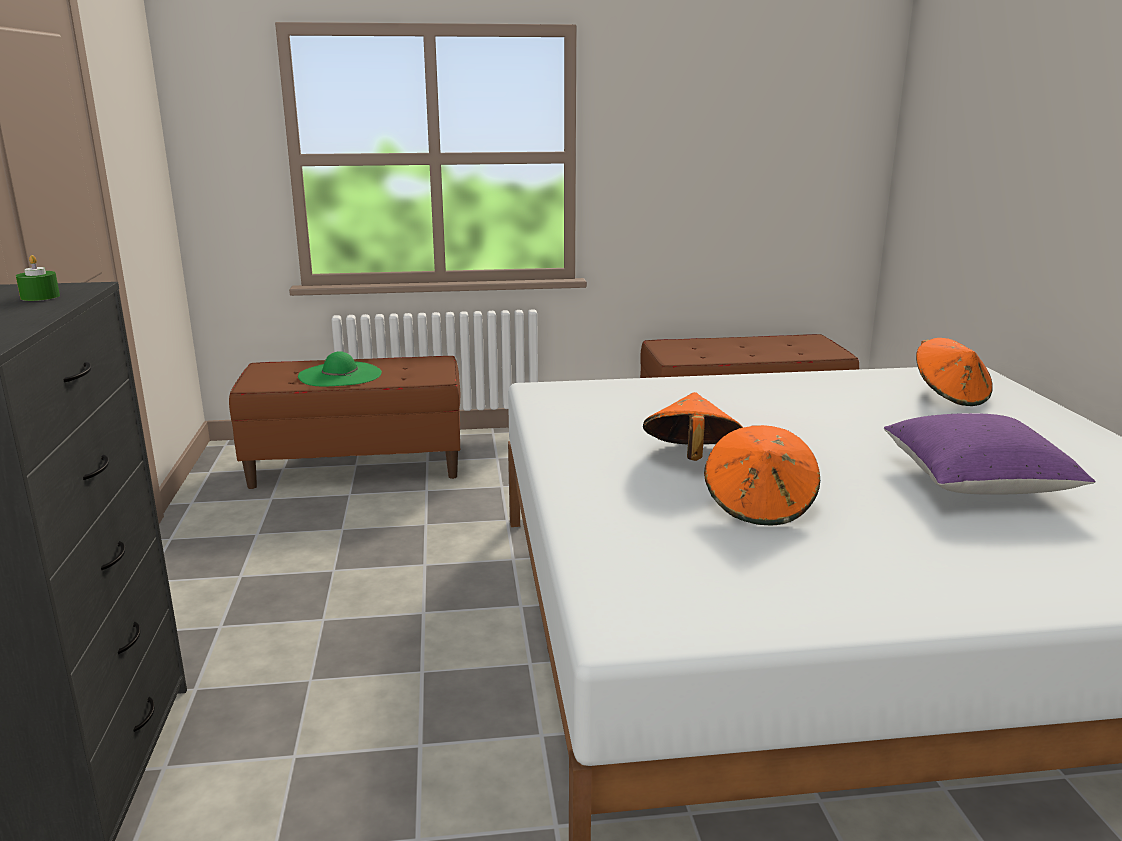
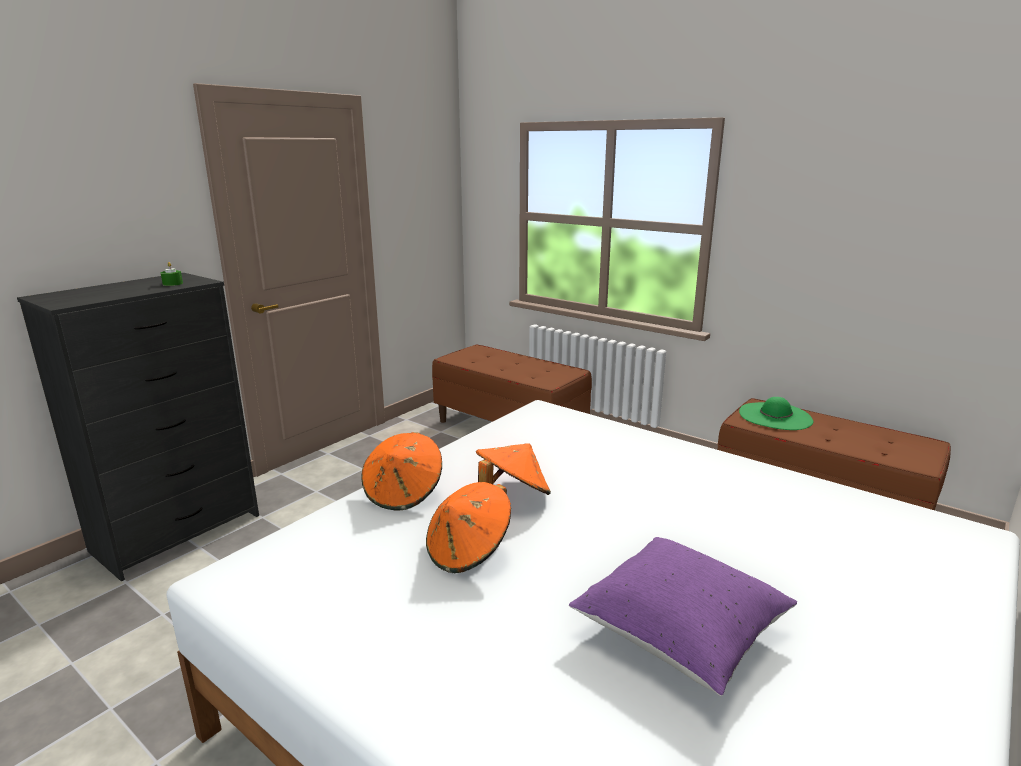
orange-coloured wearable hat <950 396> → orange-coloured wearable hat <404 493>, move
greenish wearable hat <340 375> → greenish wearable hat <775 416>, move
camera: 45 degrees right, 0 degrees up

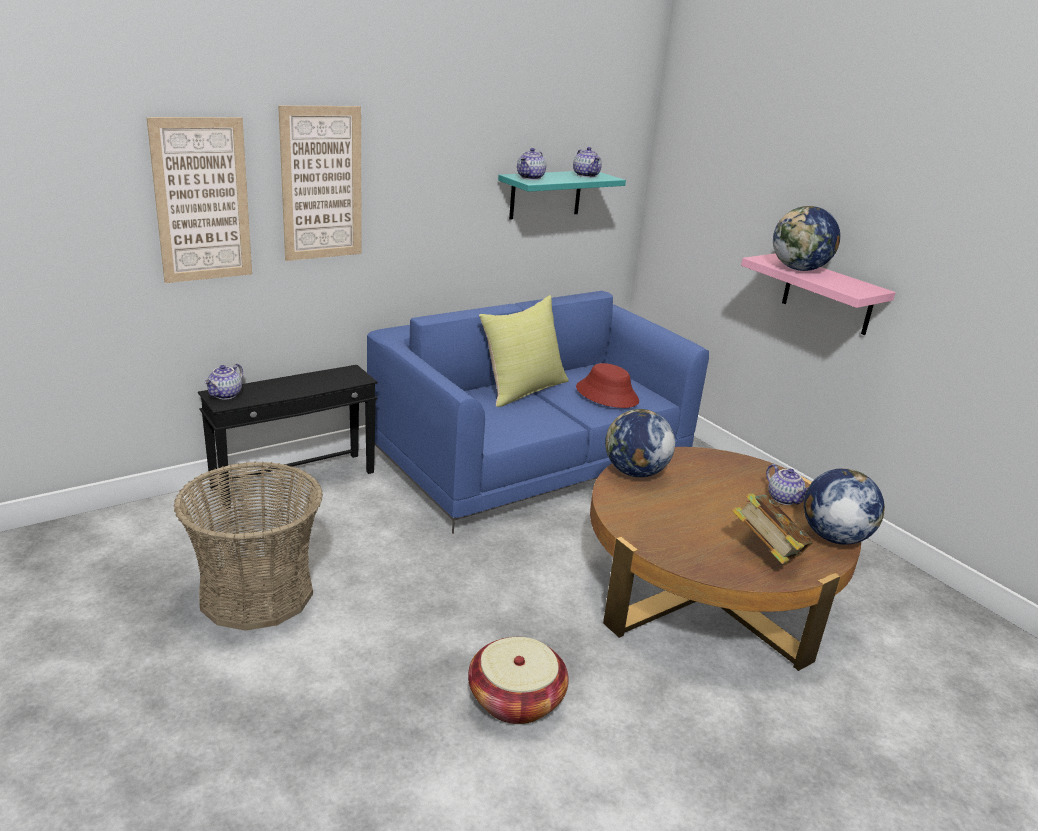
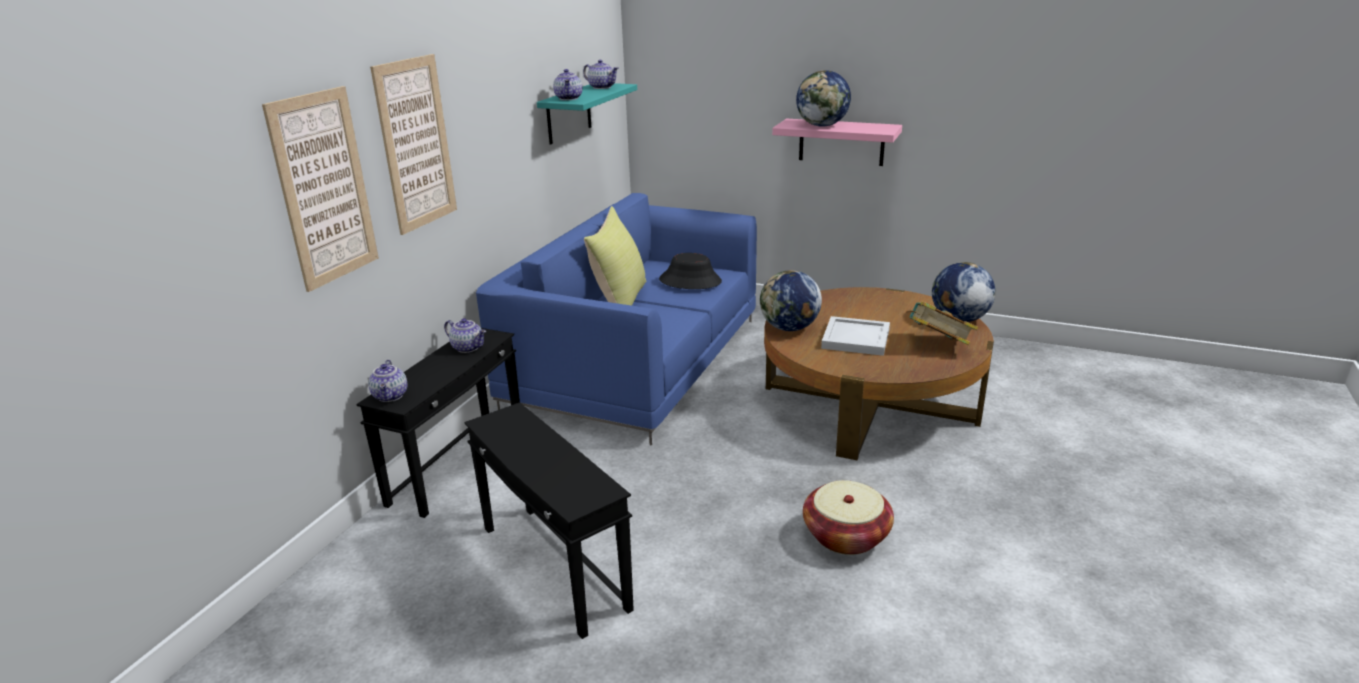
reddish wearable hat <607 394> → blackish wearable hat <690 281>
household basket <257 593> → blackish end table <552 568>
teapot <784 499> → teapot <468 348>, move
- → white tray <854 339>
camera: 30 degrees left, 0 degrees up

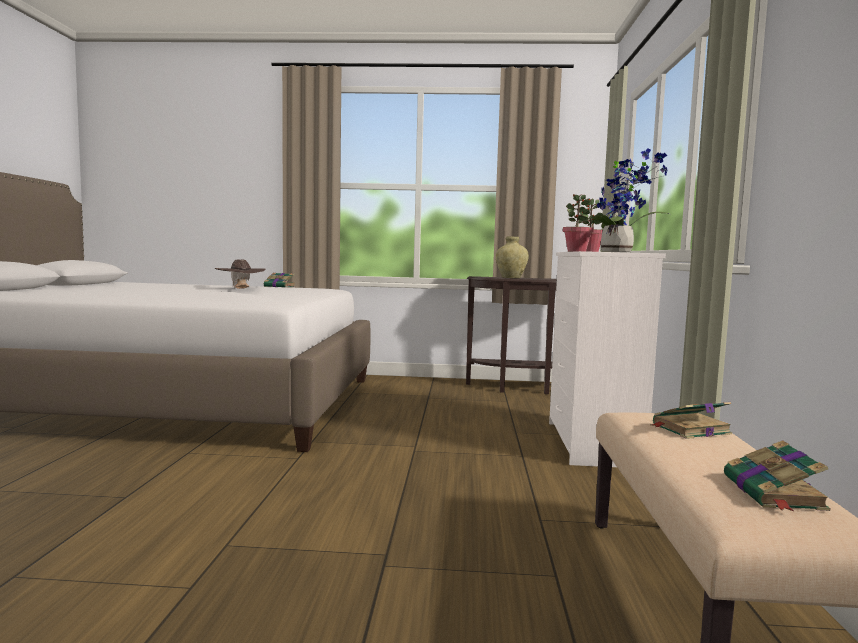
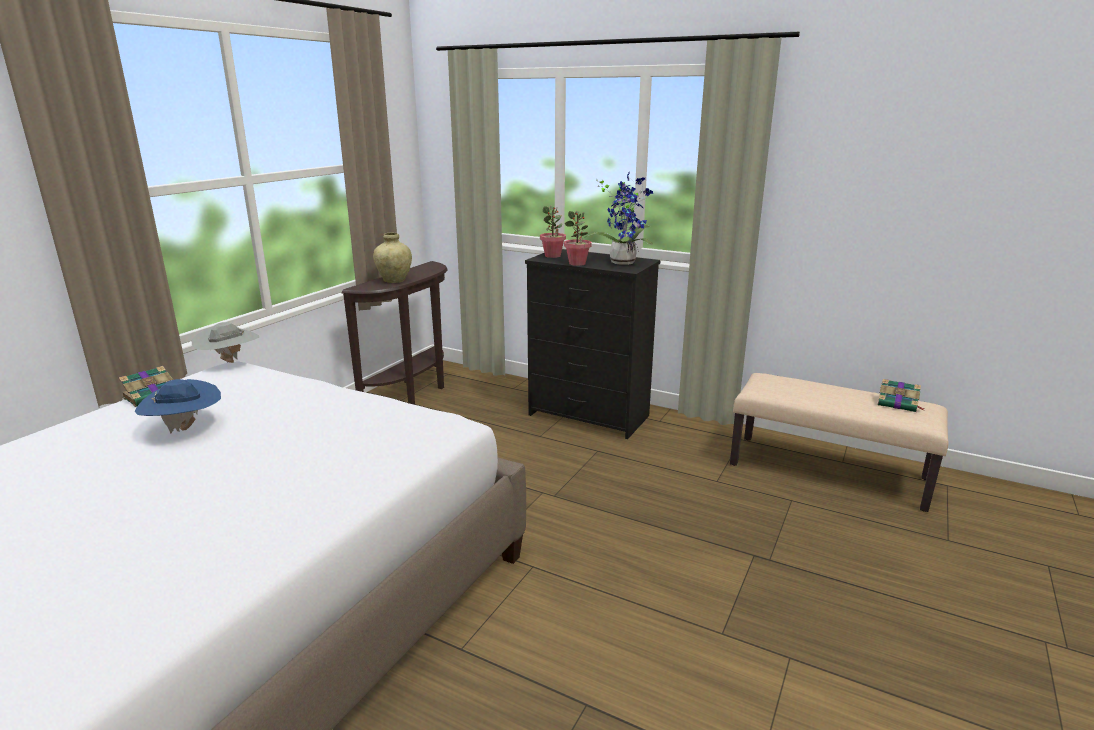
white chest of drawers <591 444> → blackish chest of drawers <589 416>
brown-coloured wearable hat <240 289> → blue wearable hat <185 429>
book <689 429> → -
- → grey wearable hat <230 363>
camera: 65 degrees left, 15 degrees up

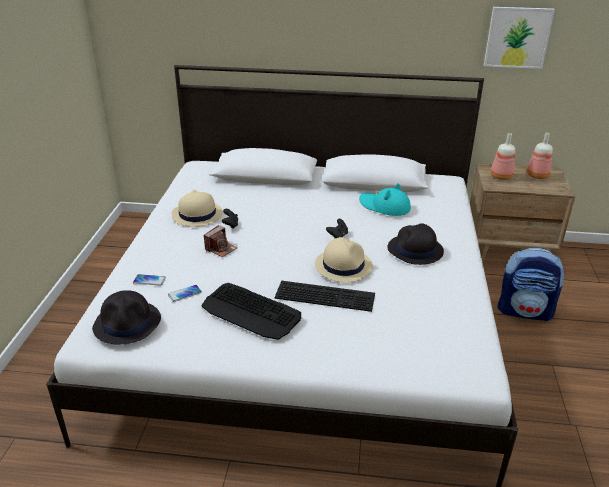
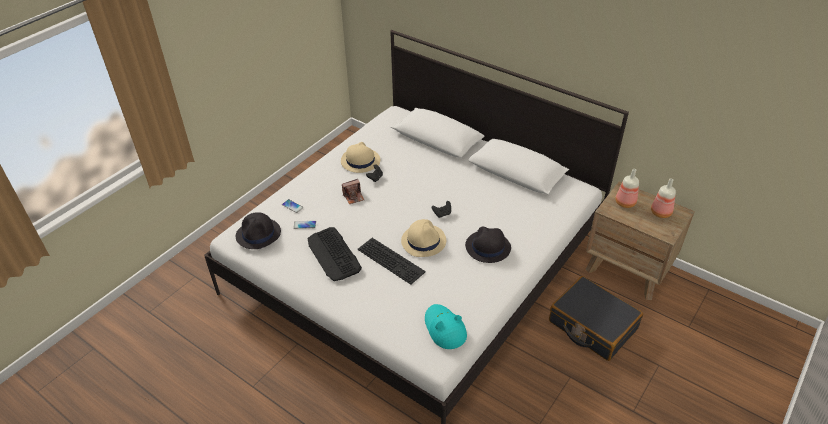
wall art <517 37> → -
turquoise wearable hat <384 206> → turquoise wearable hat <444 328>, move
rucksack <525 311> → blackish piece of luggage <592 325>
camera: 30 degrees right, 10 degrees up

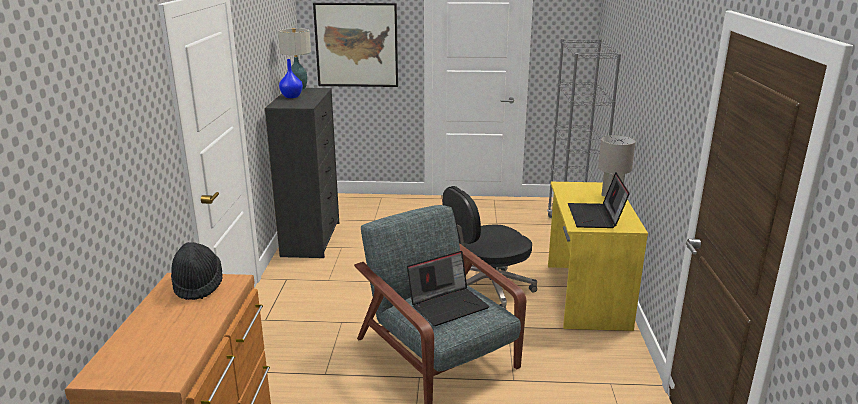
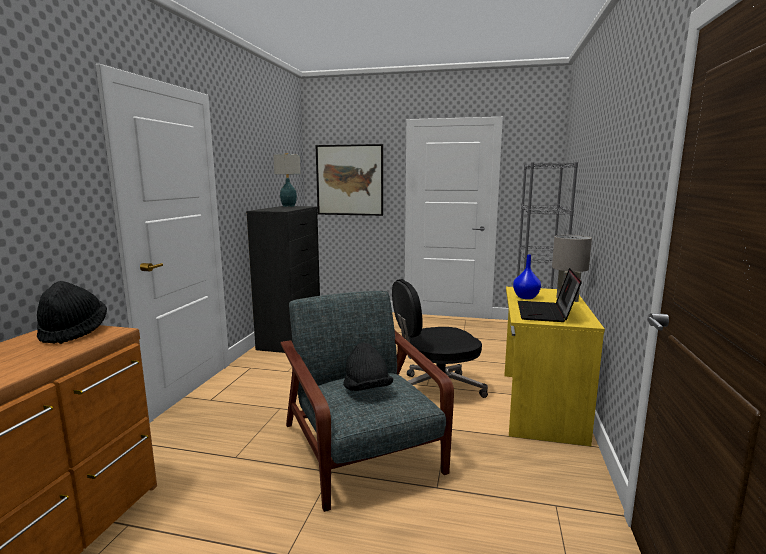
blue flower vase <292 97> → blue flower vase <526 297>, move
portable computer <448 305> → blackish wearable hat <367 390>
camera: 10 degrees right, 10 degrees down

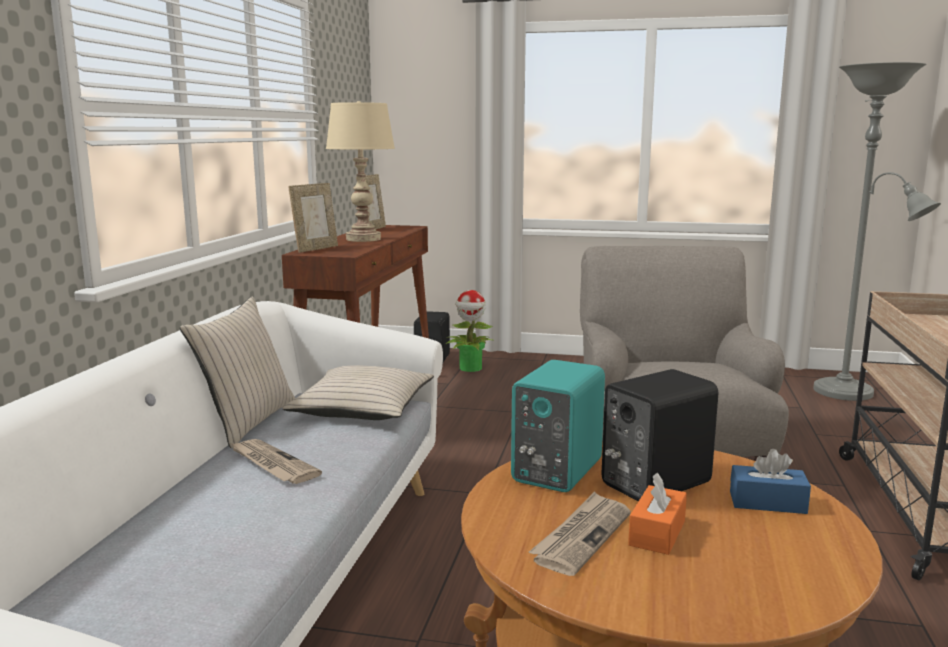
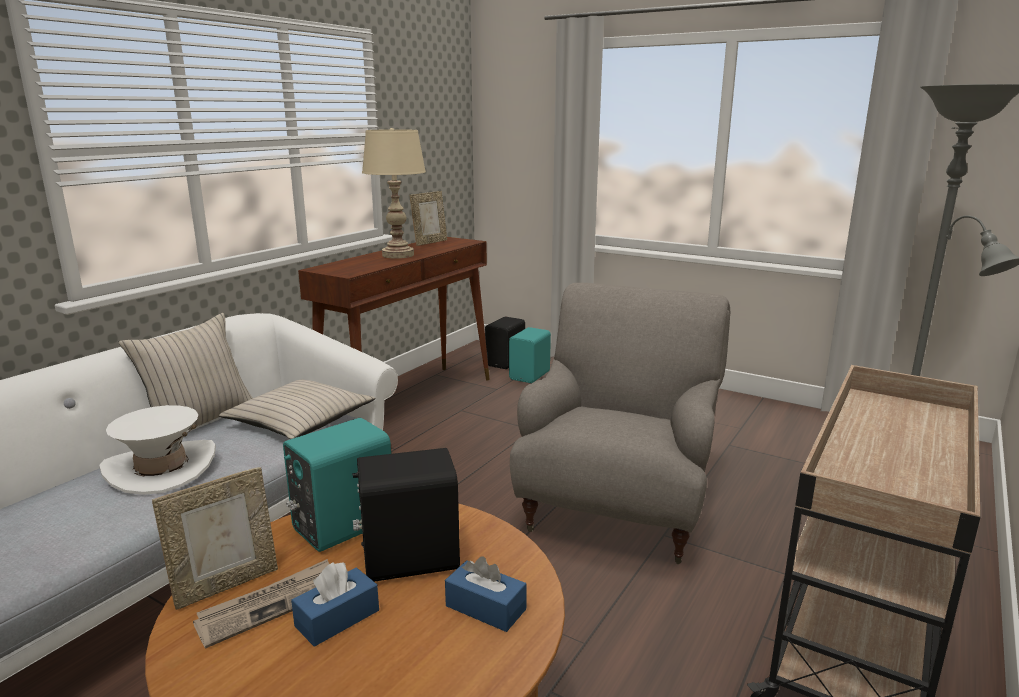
standing frame <315 249> → standing frame <226 584>, move
potted plant <471 368> → turquoise loudspeaker <531 375>
printed paper <272 464> → white wearable hat <161 468>
orange-coloured tissue box <657 533> → blue tissue box <337 618>
camera: 20 degrees right, 5 degrees up

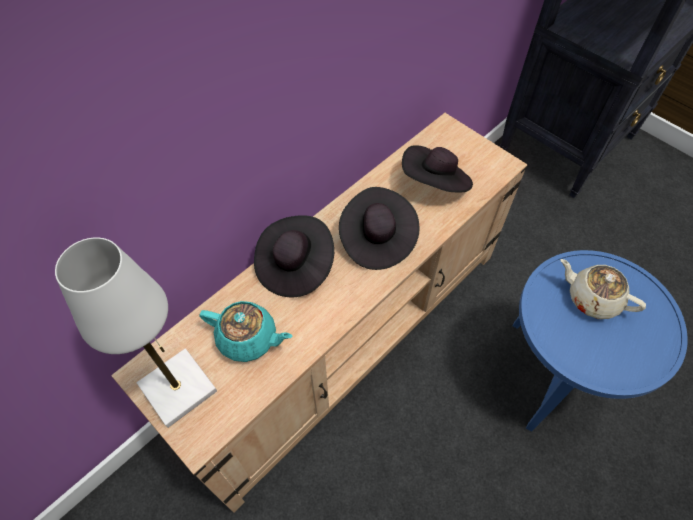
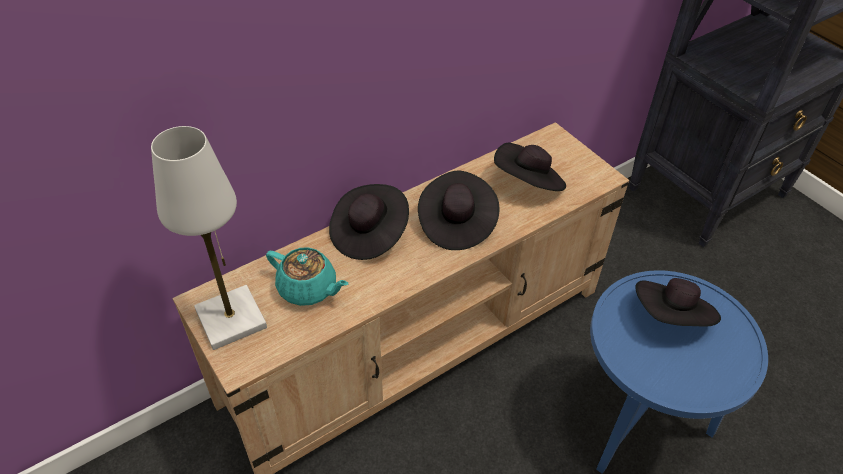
beige teapot <592 298> → blackish wearable hat <671 317>
camera: 10 degrees right, 10 degrees down

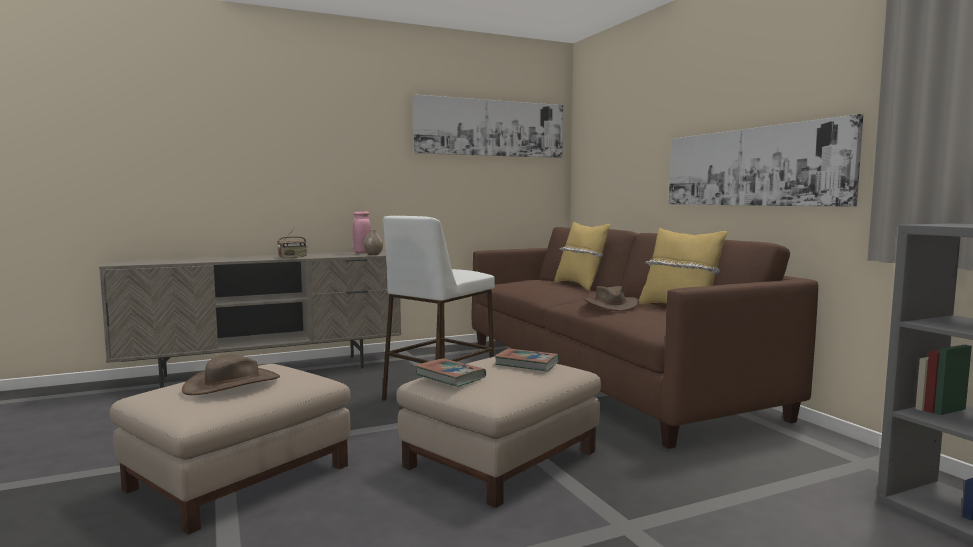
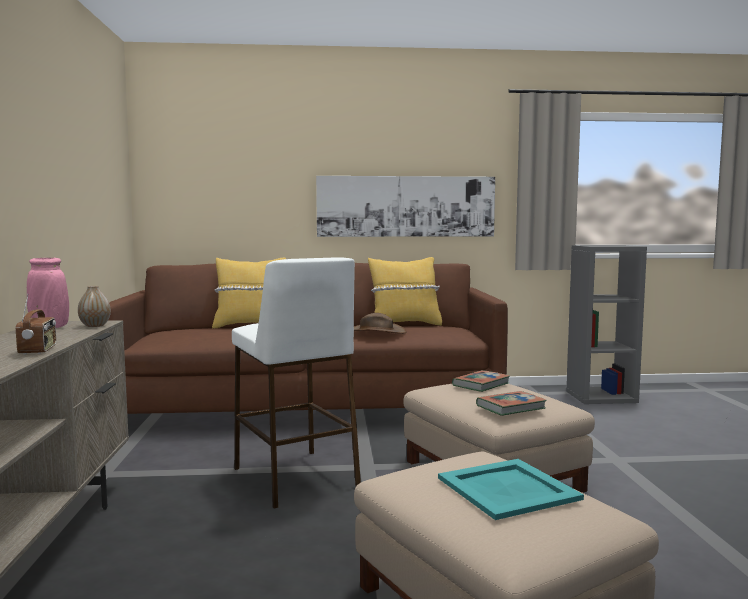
wall art <491 128> → -
brown-coloured wearable hat <232 384> → turquoise tray <509 488>
camera: 70 degrees left, 0 degrees up

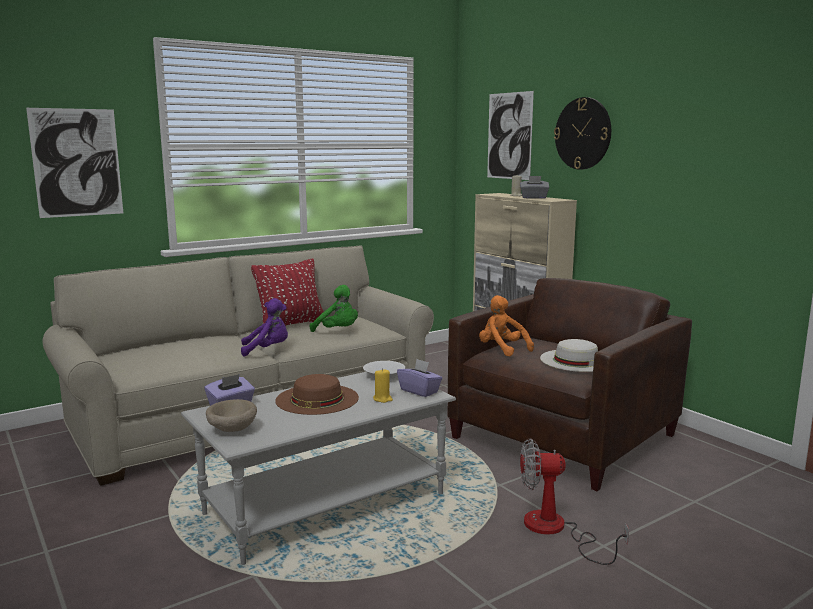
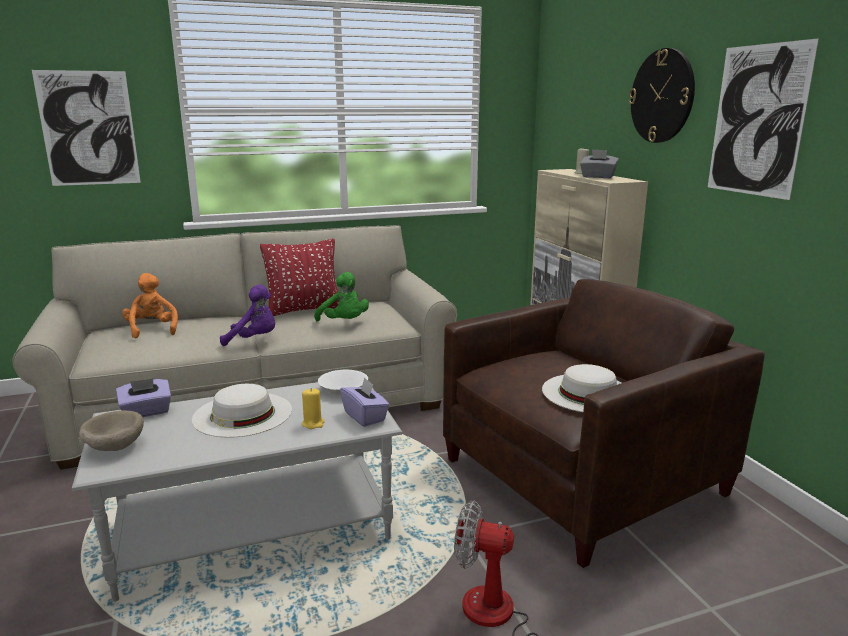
wall art <509 136> → wall art <757 121>, move
orange-coloured cuddly toy <502 349> → orange-coloured cuddly toy <152 330>, move
brown-coloured wearable hat <317 399> → white wearable hat <242 414>
camera: 15 degrees right, 5 degrees up

